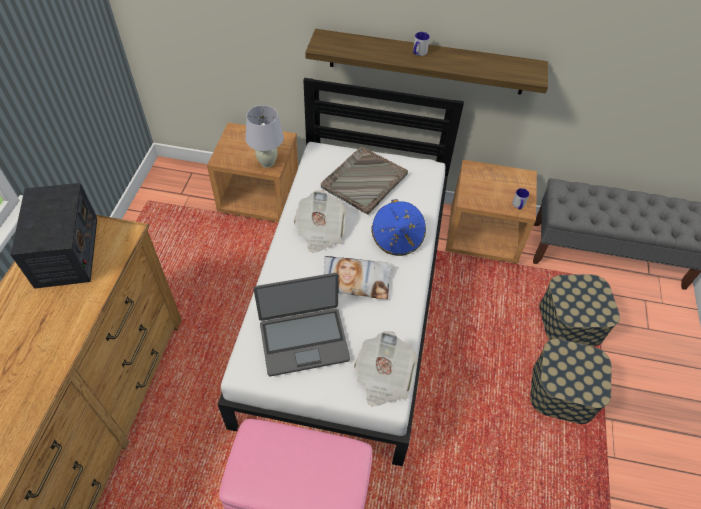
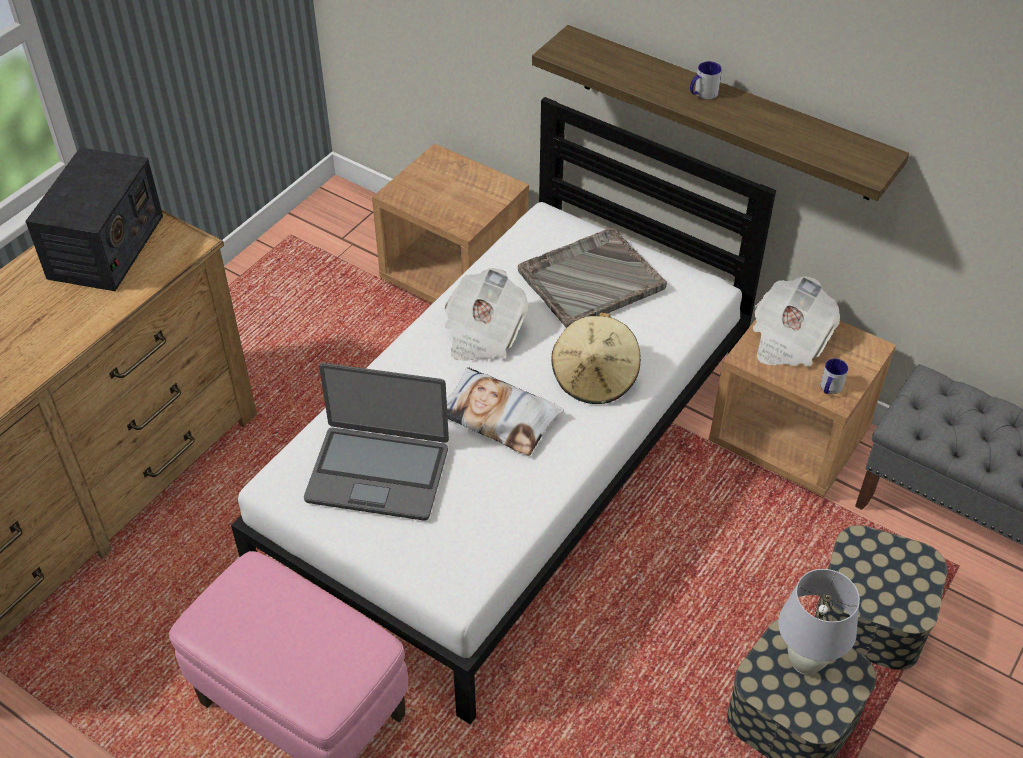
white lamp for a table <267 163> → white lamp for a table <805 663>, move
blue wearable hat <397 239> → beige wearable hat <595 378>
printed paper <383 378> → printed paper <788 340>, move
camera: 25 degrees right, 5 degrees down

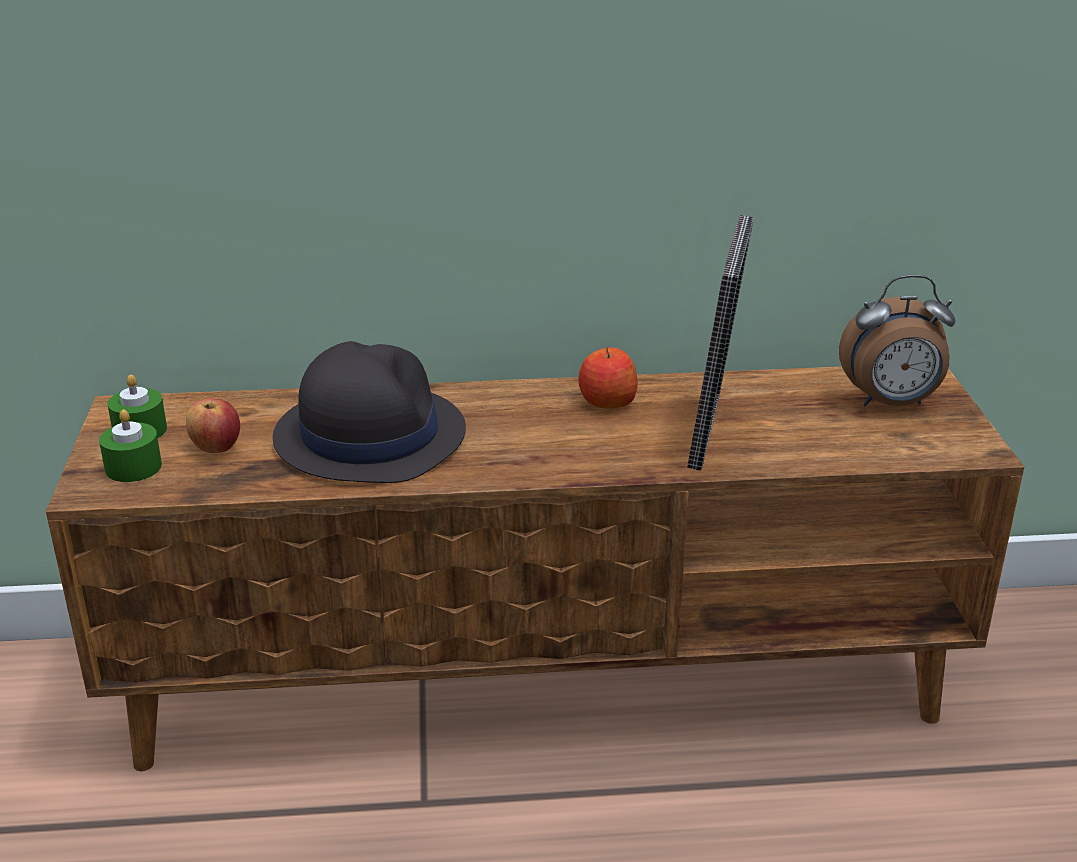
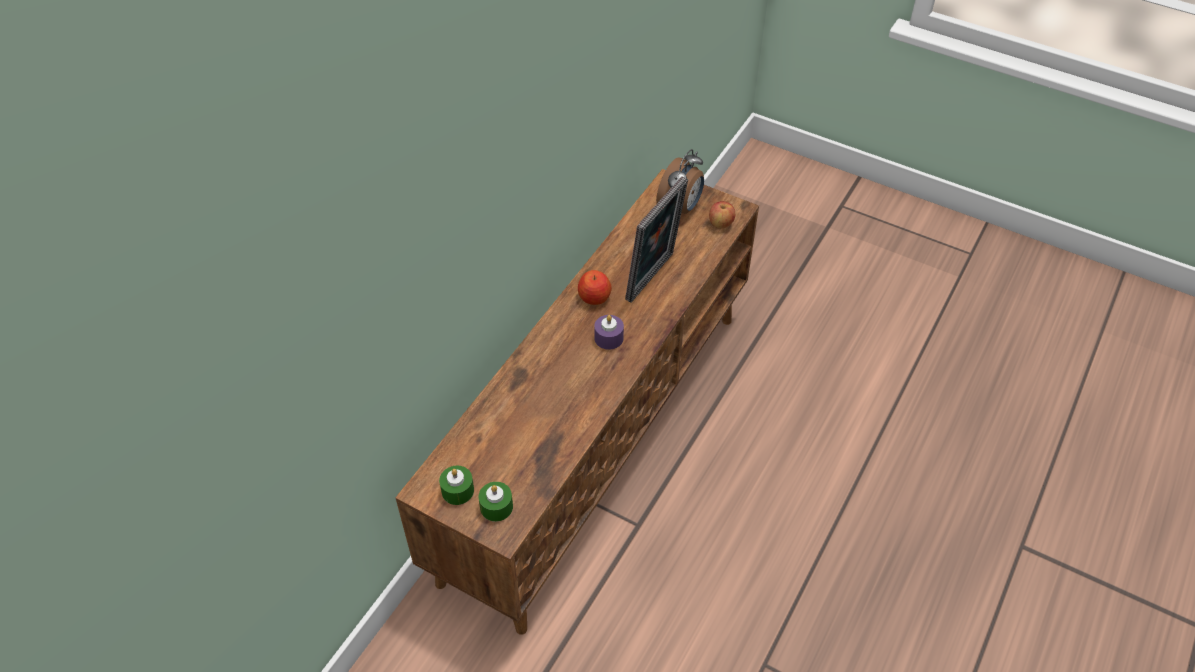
standing frame <713 432> → standing frame <654 278>, 75 degrees clockwise
blackish wearable hat <369 435> → -
apple <216 448> → apple <720 224>, move
- → purplish wax candle <608 338>
camera: 55 degrees left, 20 degrees up

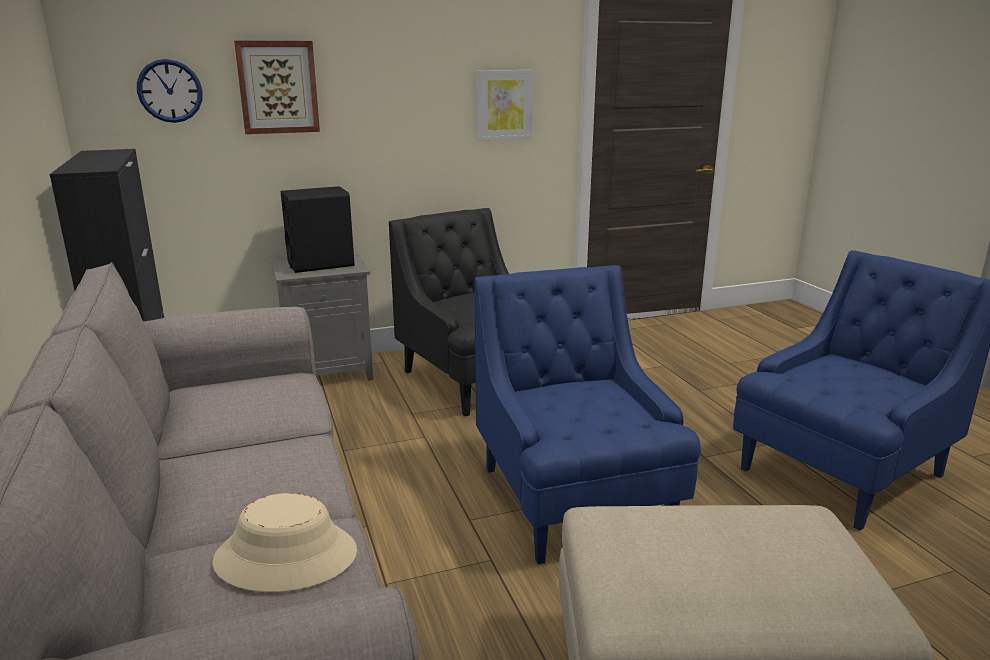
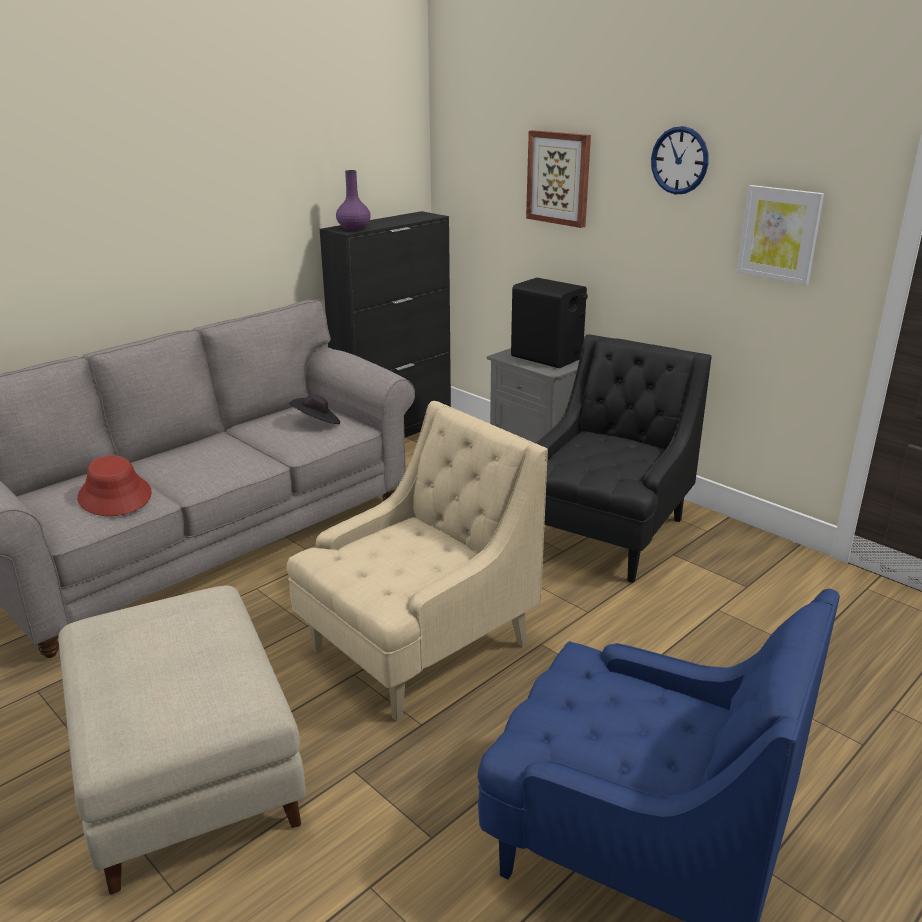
wall clock <170 91> → wall clock <679 160>, move
blue easy chair <575 502> → beige easy chair <418 648>
beige wearable hat <286 556> → reddish wearable hat <115 496>
- → purplish flower vase <354 228>
- → blackish wearable hat <316 423>
camera: 65 degrees right, 5 degrees up

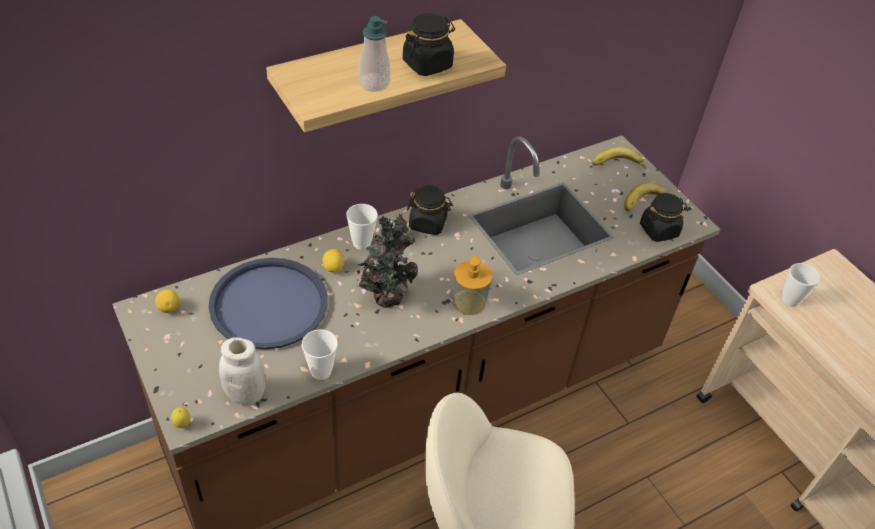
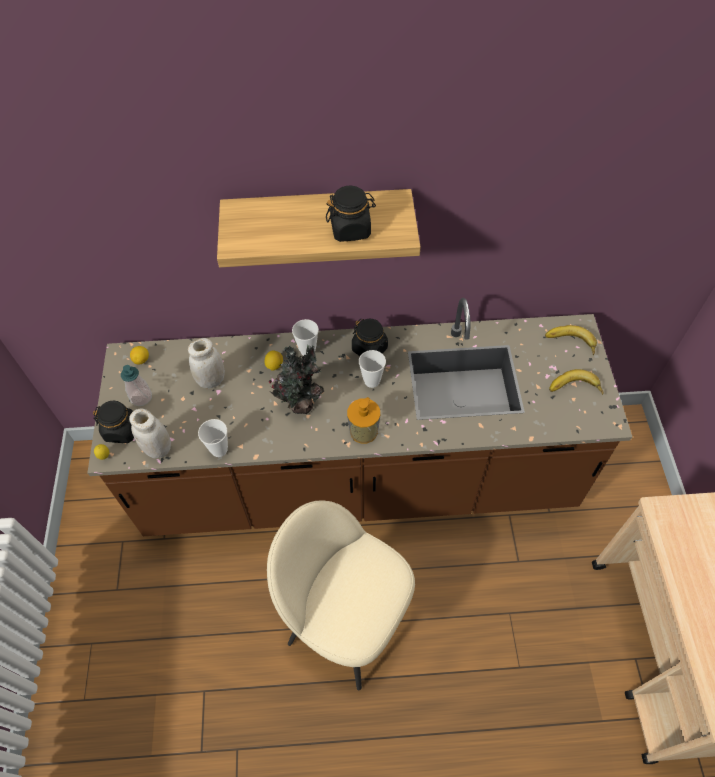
soap bottle <374 83> → soap bottle <141 397>, move
blackish preserve jar <659 230> → blackish preserve jar <122 430>, move
blue tray <269 304> → white preserve jar <211 380>
drinking cup <790 300> → drinking cup <372 381>, move
camera: 30 degrees right, 10 degrees up

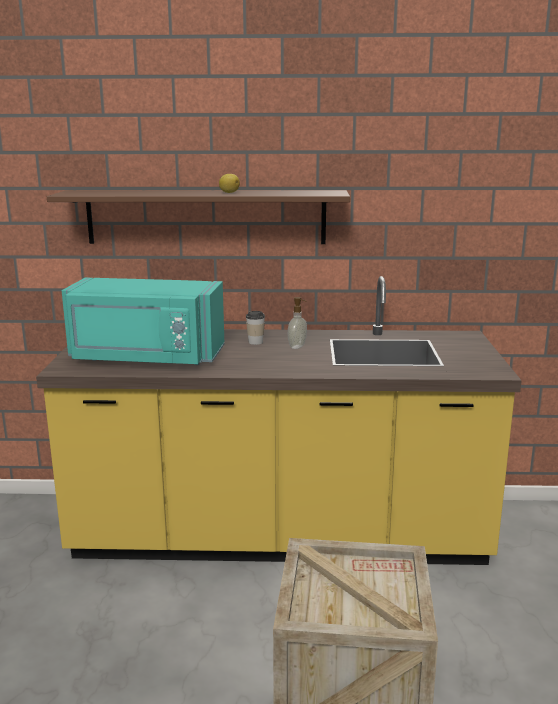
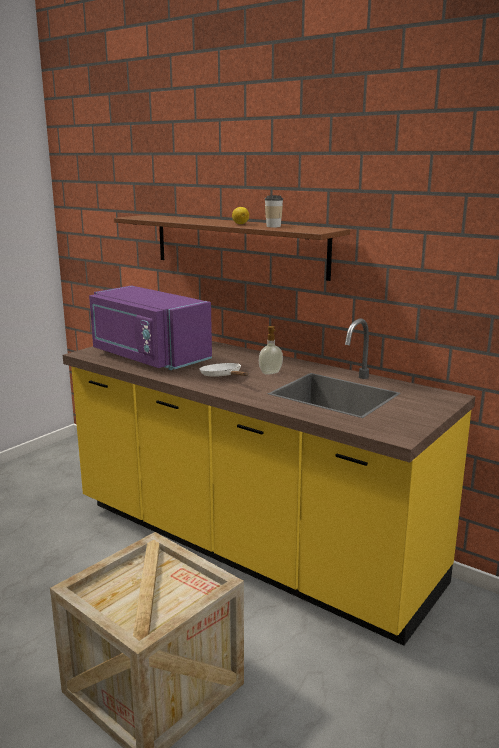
turquoise microwave oven <146 358> → purplish microwave oven <148 357>
drinking cup <255 342> → drinking cup <273 226>, move
- → white pan <223 376>
camera: 35 degrees right, 0 degrees up

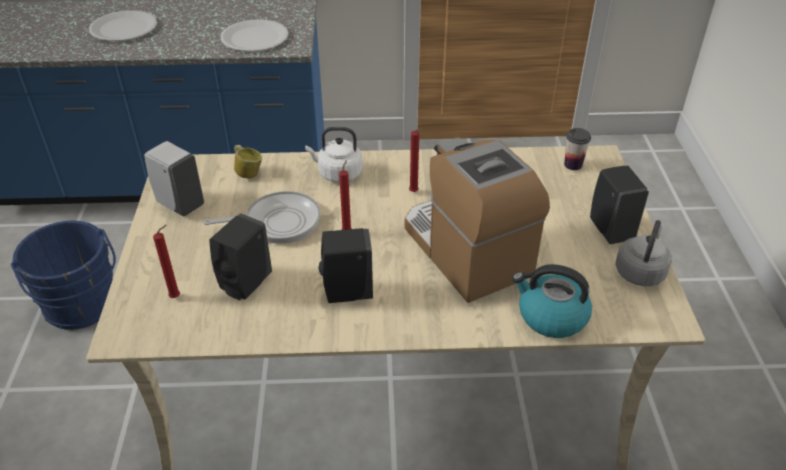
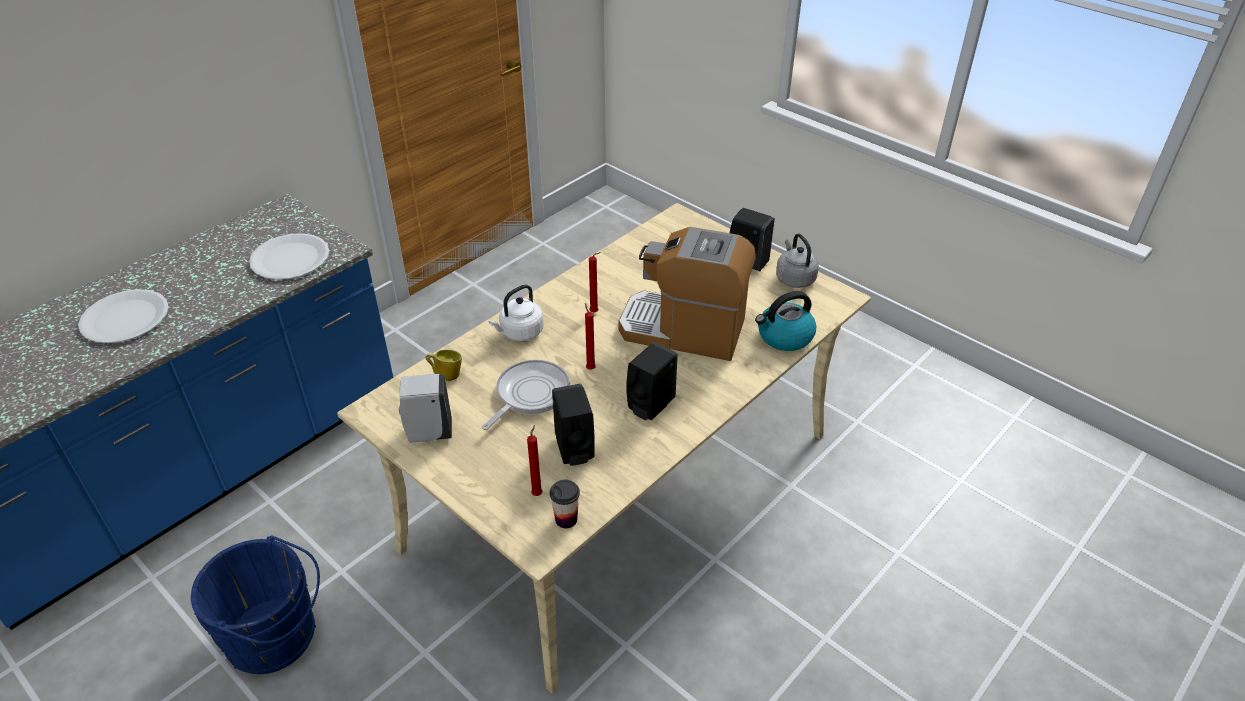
drinking cup <573 165> → drinking cup <566 519>, move
camera: 45 degrees left, 0 degrees up

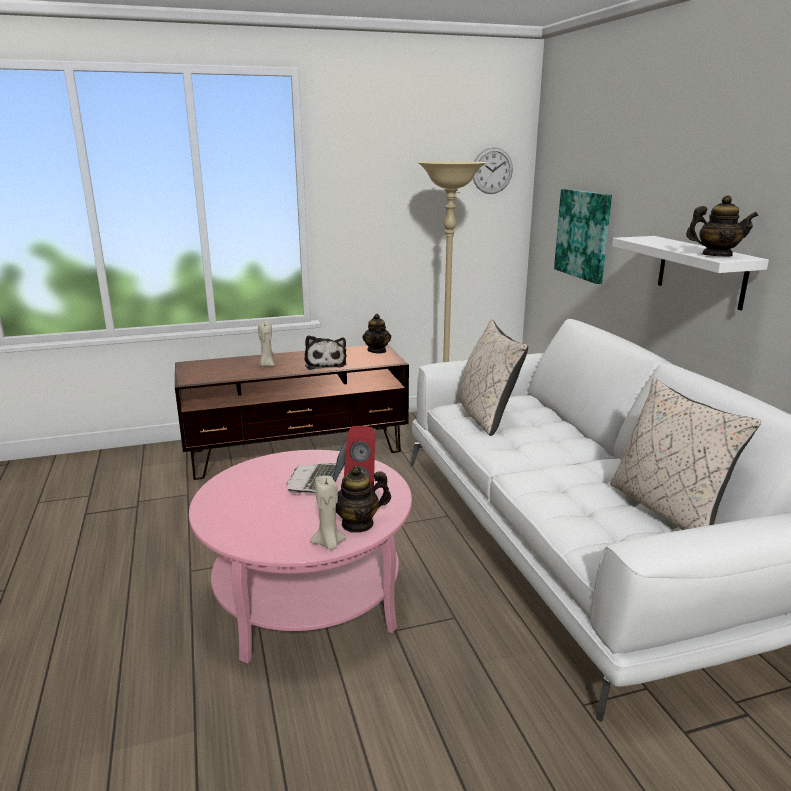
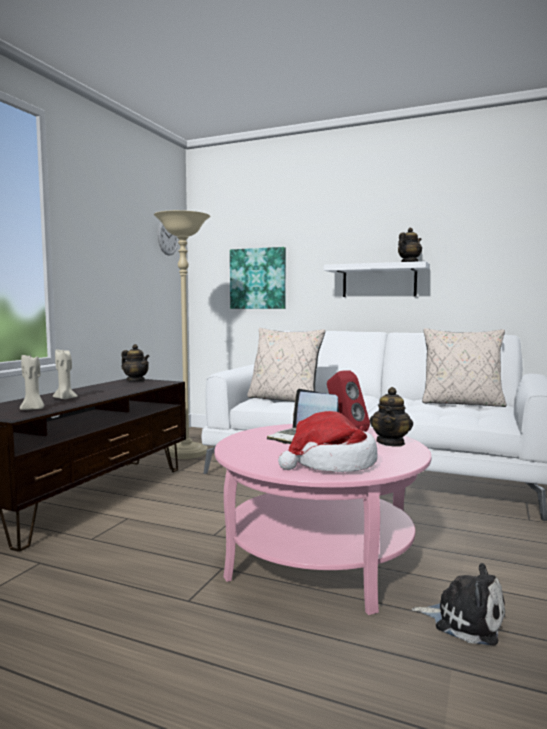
cuddly toy <325 364> → cuddly toy <464 620>, move
beige wax candle <329 544> → beige wax candle <33 409>, move
- → wearable hat <332 464>
camera: 50 degrees left, 15 degrees down

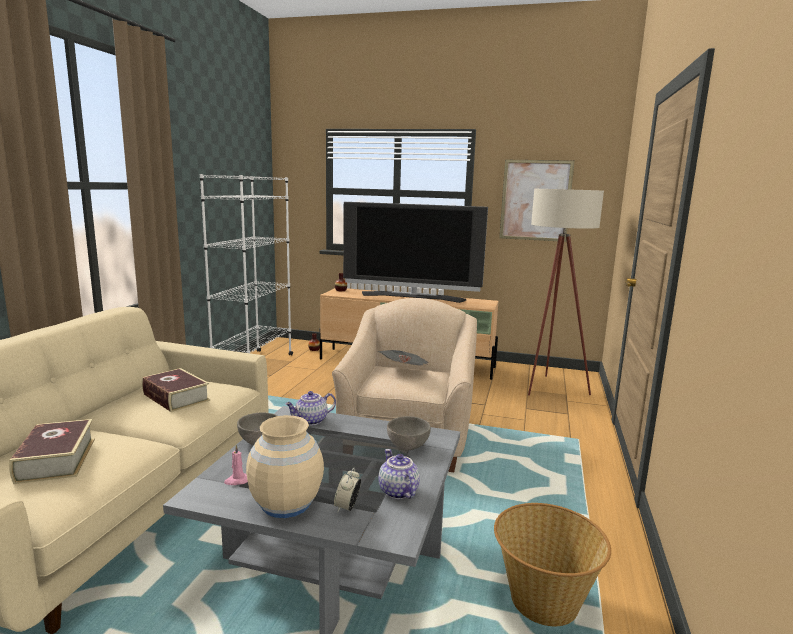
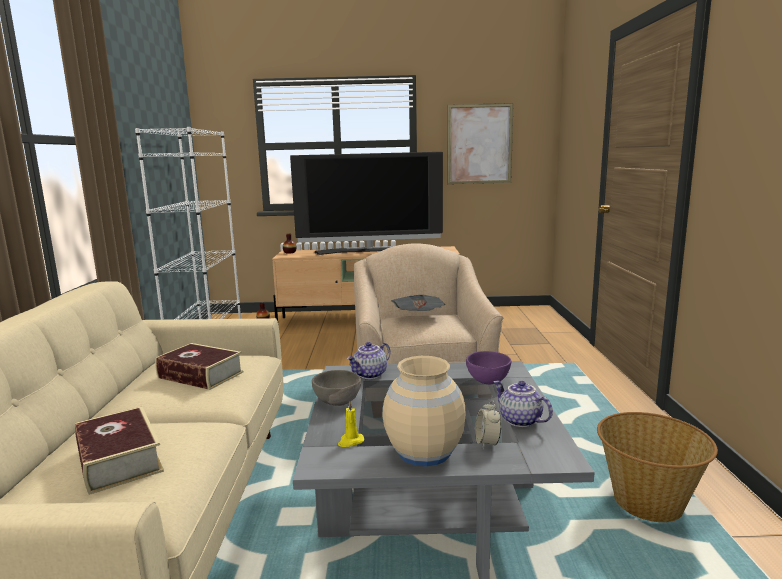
beige standard lamp <548 390> → -
grey deep dish <407 446> → purplish deep dish <487 381>
pink-coloured wax candle <236 481> → yellow wax candle <350 441>
camera: 15 degrees left, 0 degrees up

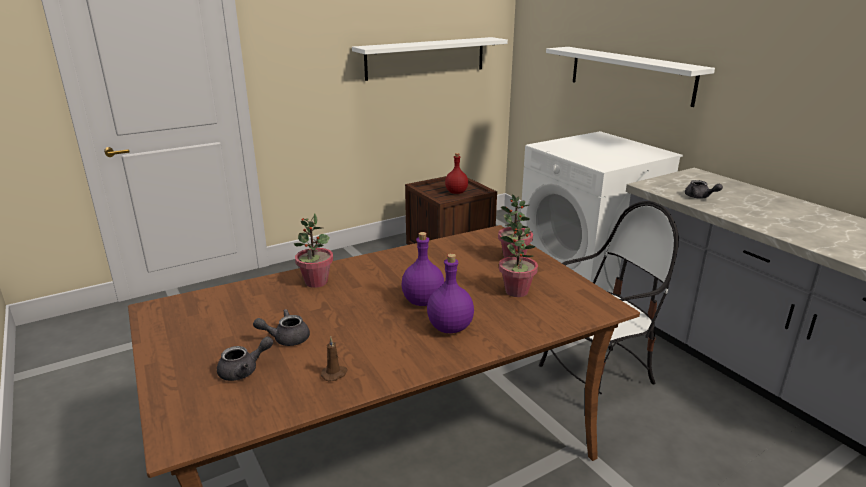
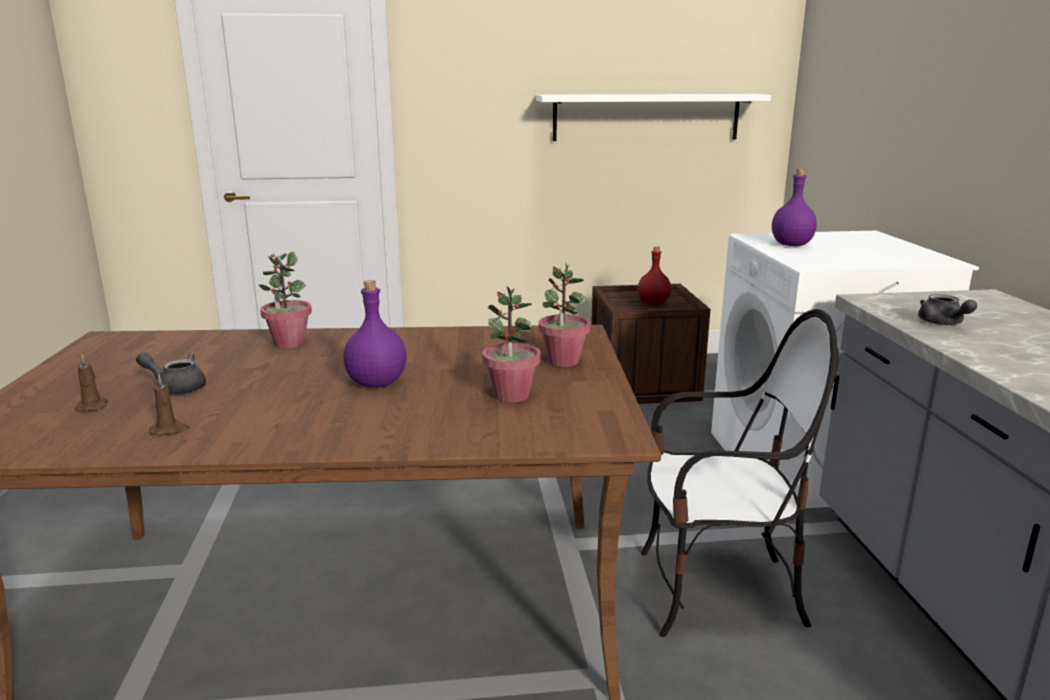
white shelf <630 74> → -
purplish drink bottle <451 327> → purplish drink bottle <792 245>, move
grey teapot <244 370> → brown-coloured wax candle <92 406>
camera: 25 degrees right, 5 degrees down

